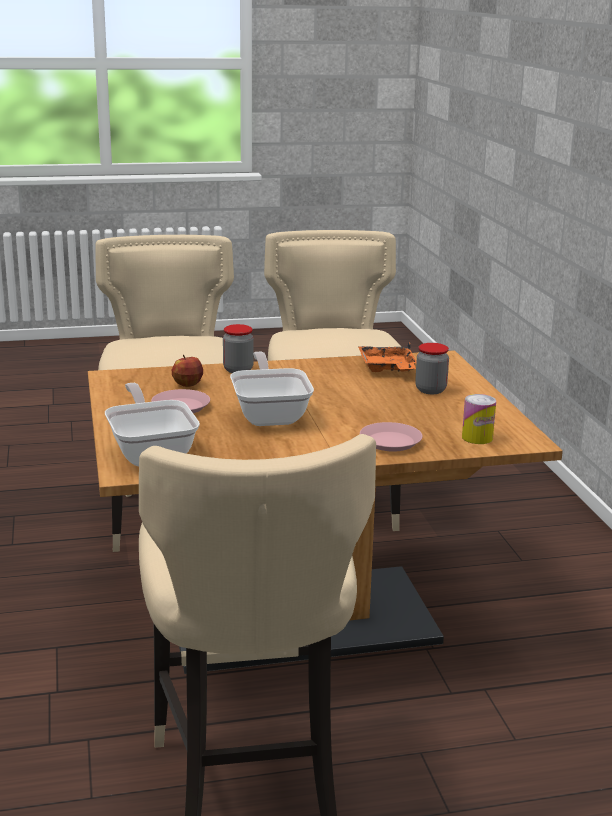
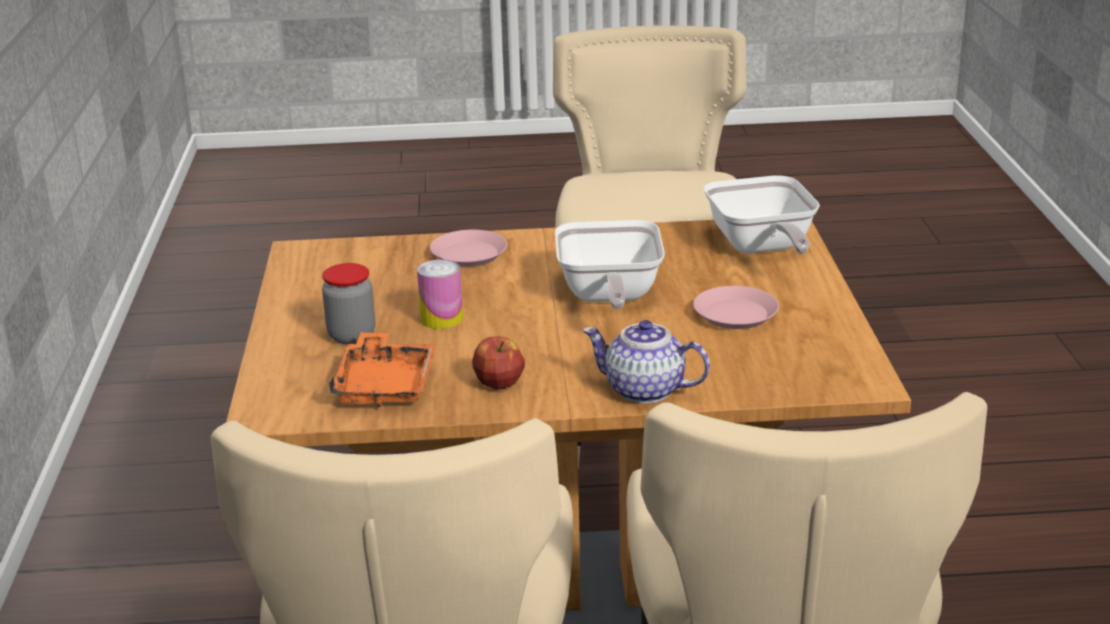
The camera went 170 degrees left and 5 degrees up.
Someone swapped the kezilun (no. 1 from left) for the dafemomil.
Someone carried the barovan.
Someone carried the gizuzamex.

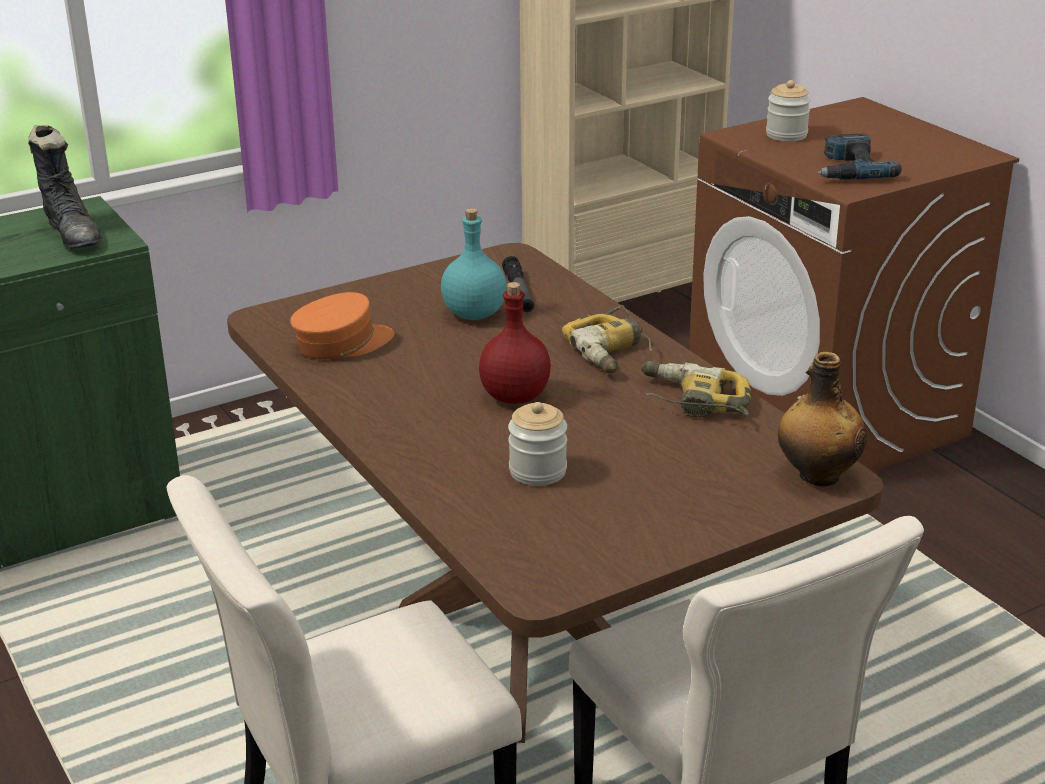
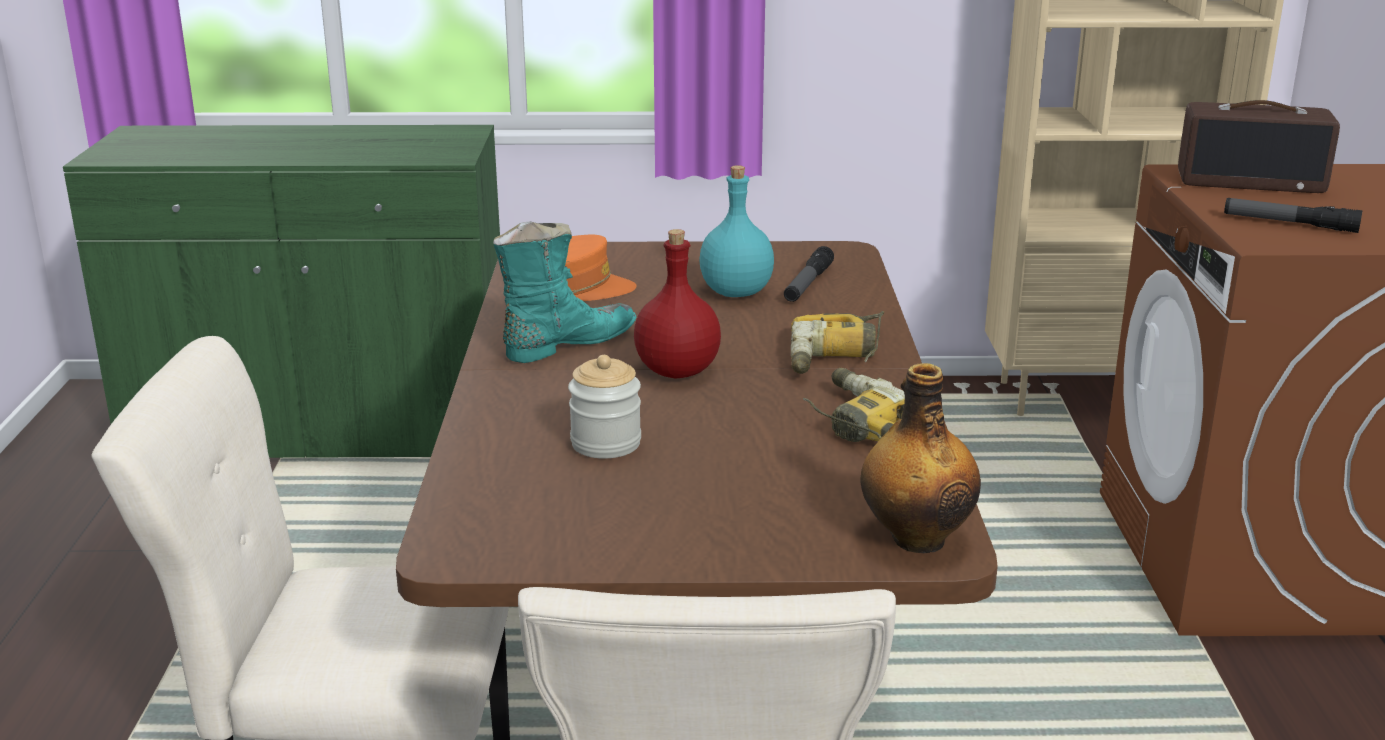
The camera went 30 degrees right and 5 degrees down.
Someone swapped the kezilun (no. 2 from left) for the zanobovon.
Someone took away the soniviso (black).
Someone swapped the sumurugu (no. 3 from left) for the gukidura (no. 2 from left).
Someone put down the soniviso (turquoise).

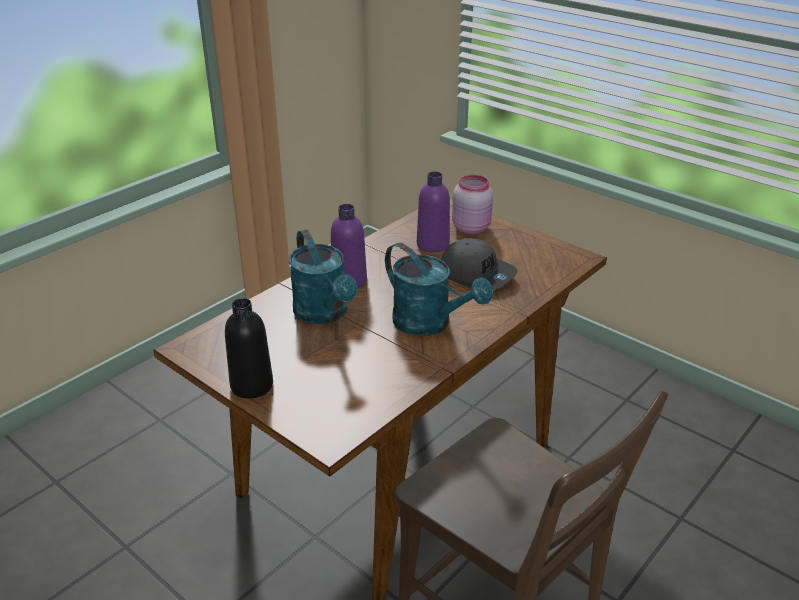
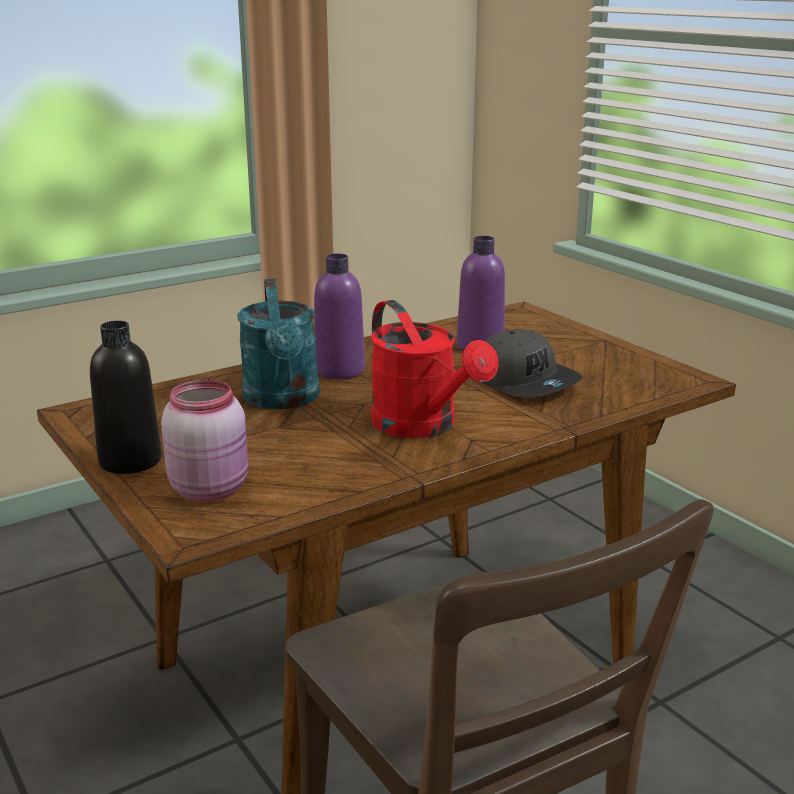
The camera went 15 degrees right and 10 degrees down.
Someone carried the kezilun (pink).
Someone repainted the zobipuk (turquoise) (no. 2 from left), which became the zobipuk (red).

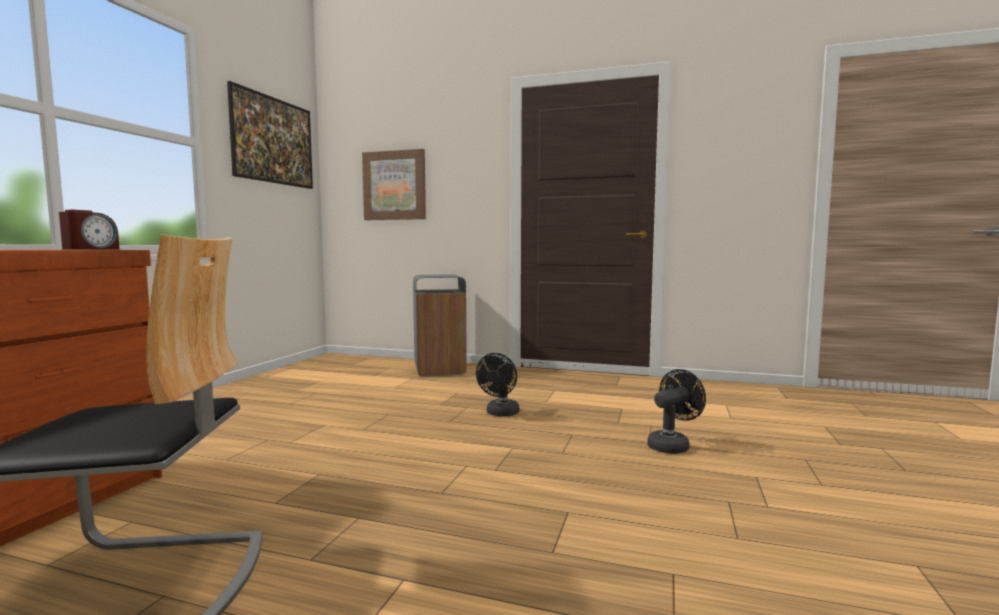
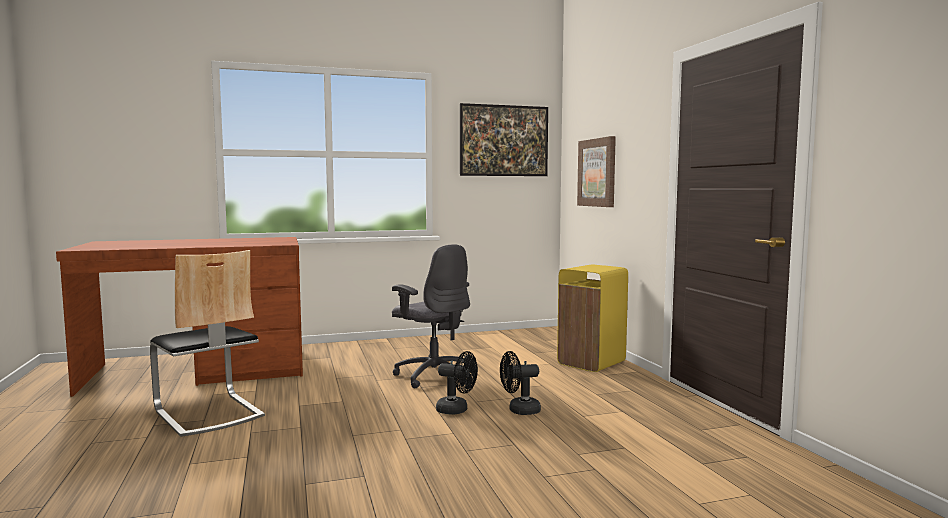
The camera went 55 degrees right and 0 degrees up.
Someone took away the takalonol.
Someone repainted the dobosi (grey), which became the dobosi (yellow).
Someone carried the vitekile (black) (no. 2 from left in the first image).
Someone put down the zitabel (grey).

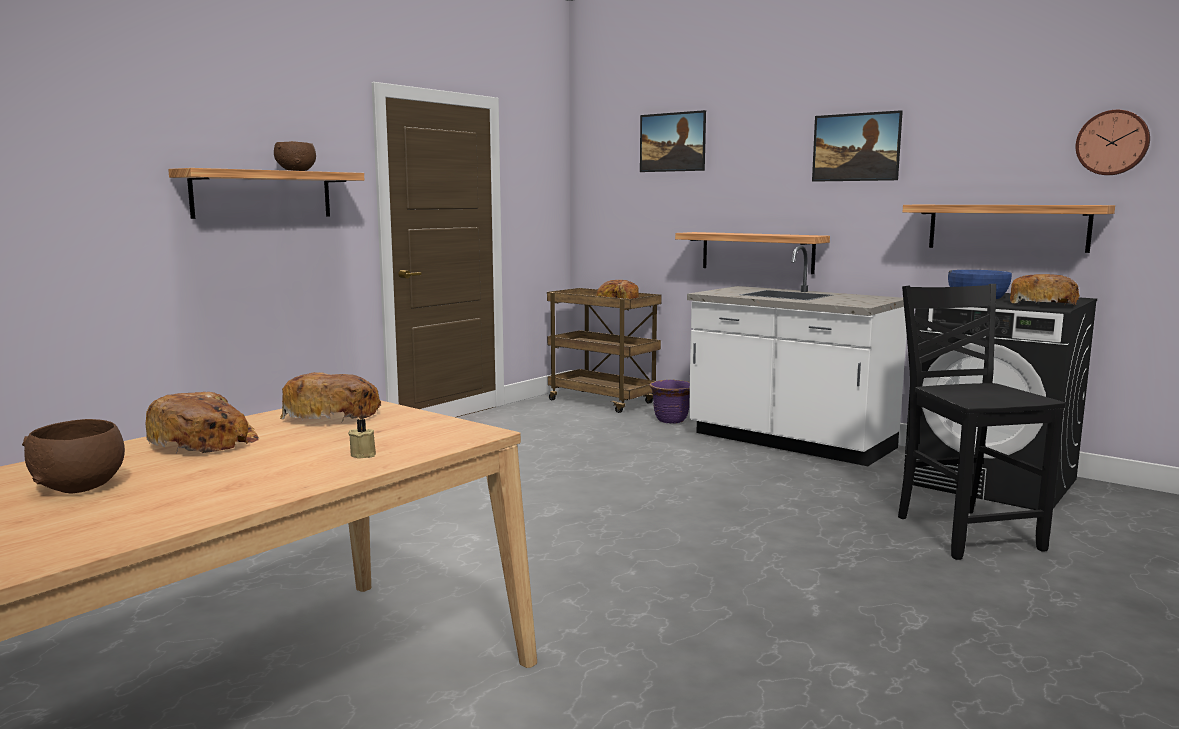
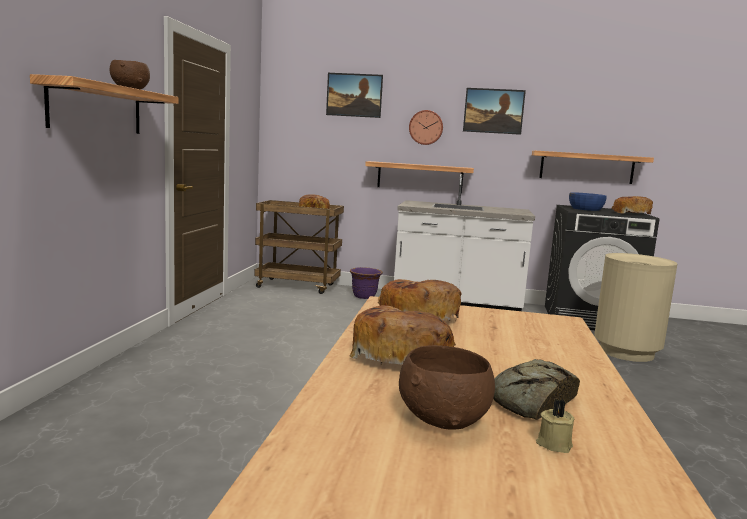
The camera went 30 degrees left and 0 degrees up.
Someone carried the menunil.
Someone swapped the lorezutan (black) for the dobosi (beige).
Someone carried the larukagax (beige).
Someone put down the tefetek (no. 4 from left).

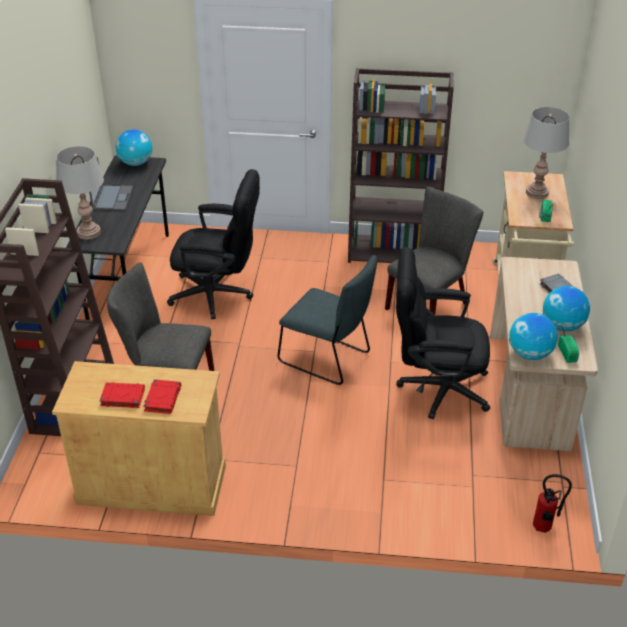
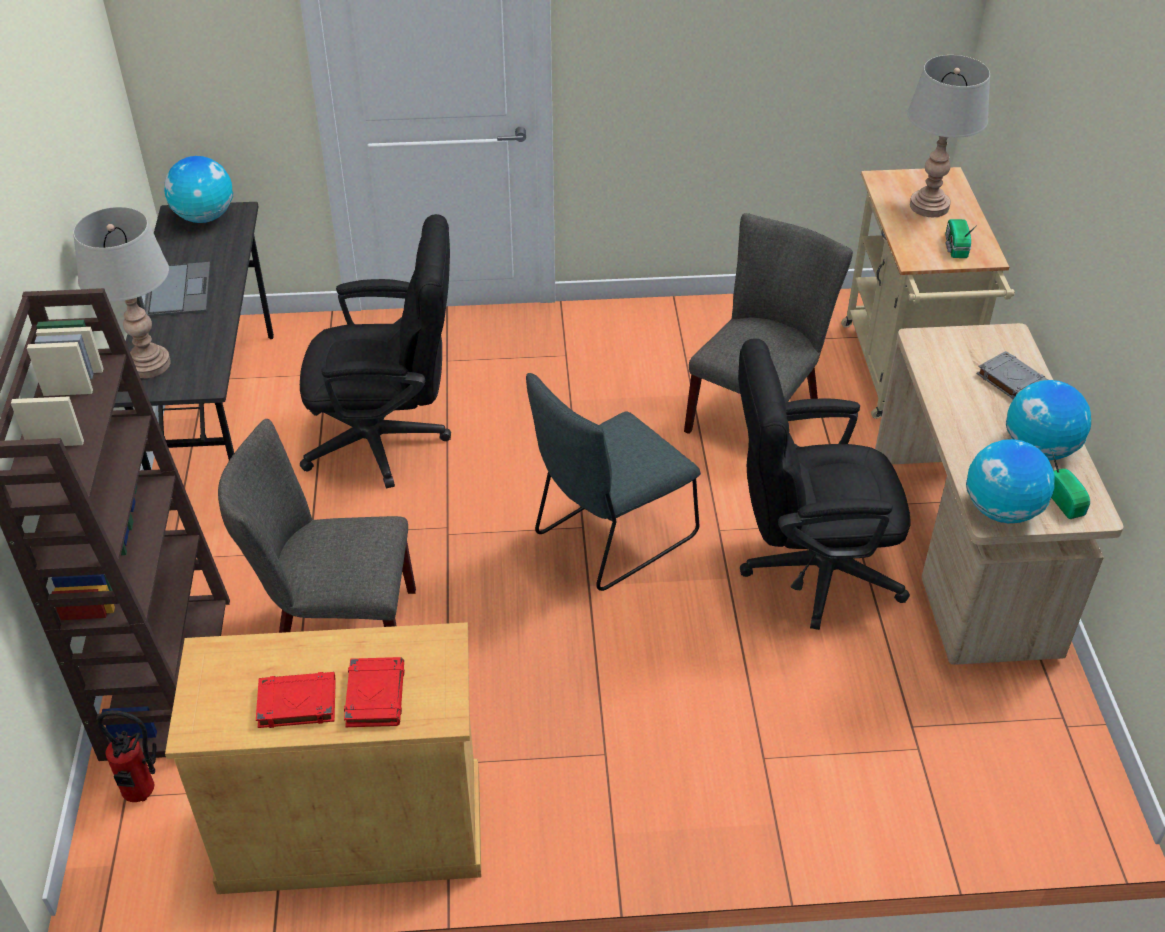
The camera went 10 degrees left and 5 degrees up.
Someone took away the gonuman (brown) (no. 2 from left).
Someone rotated the lorezutan (grey) (no. 2 from left) by 120 degrees clockwise.
Someone carried the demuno.

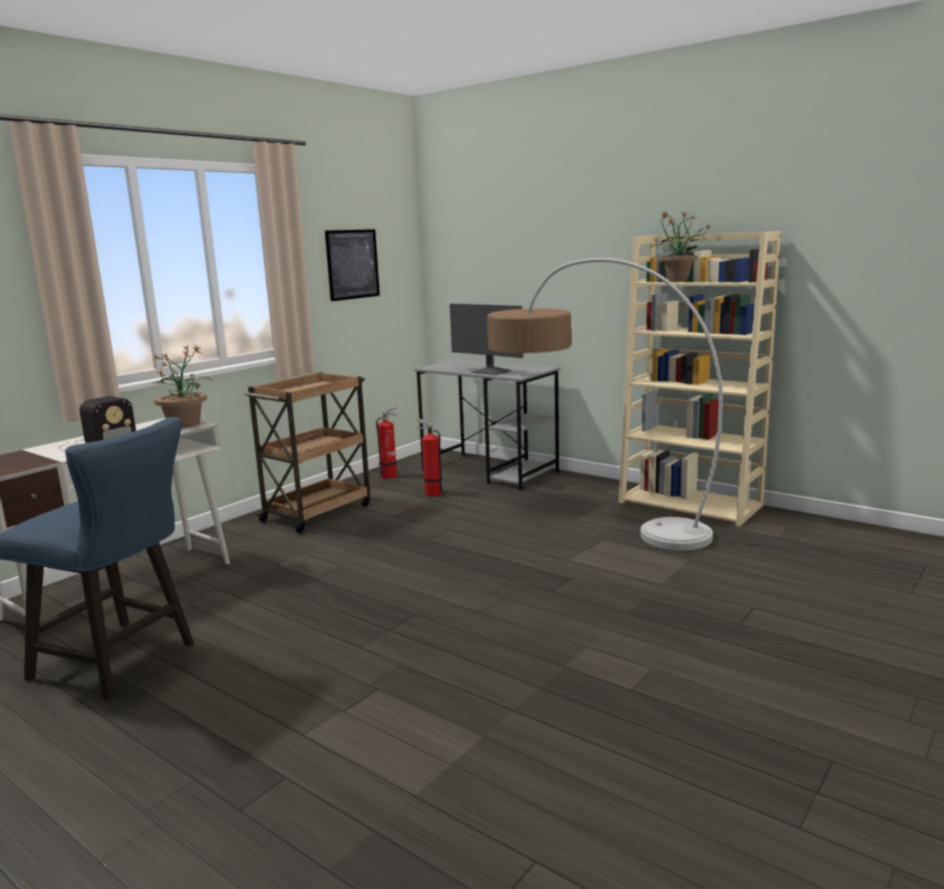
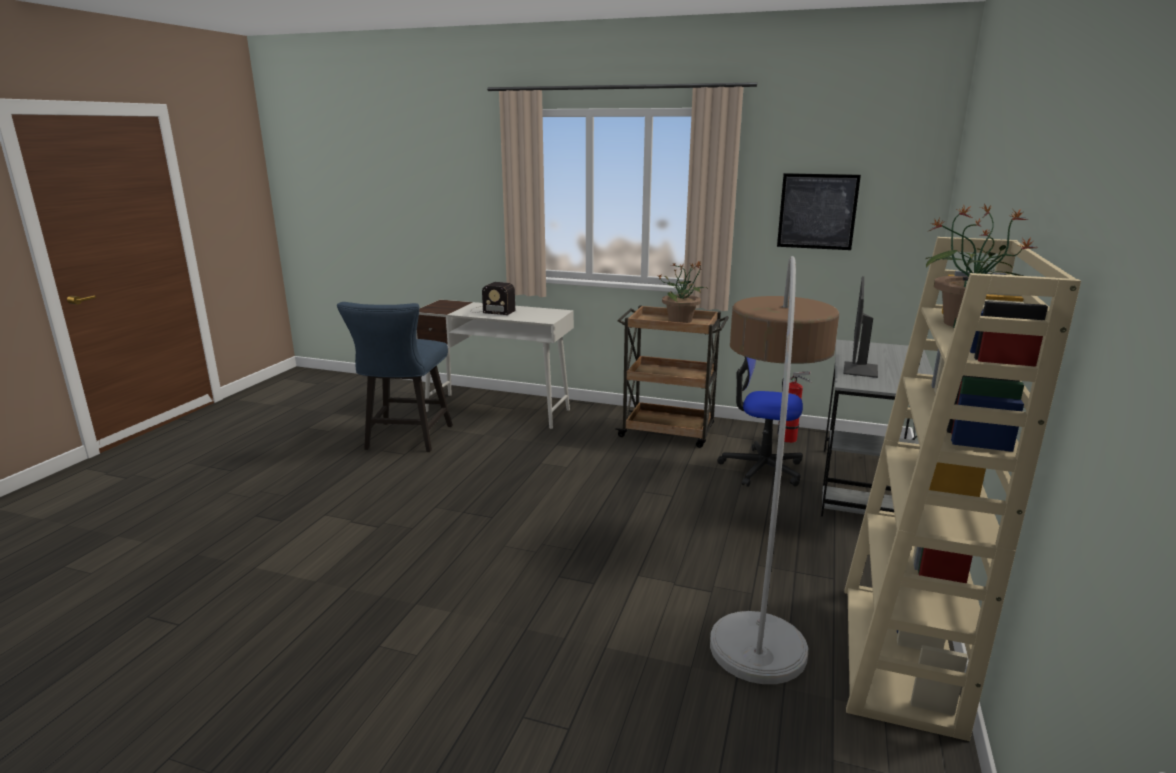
The camera went 70 degrees right and 5 degrees up.
Someone carried the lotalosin (no. 1 from left).
Someone swapped the demuno (no. 2 from left) for the zitabel.

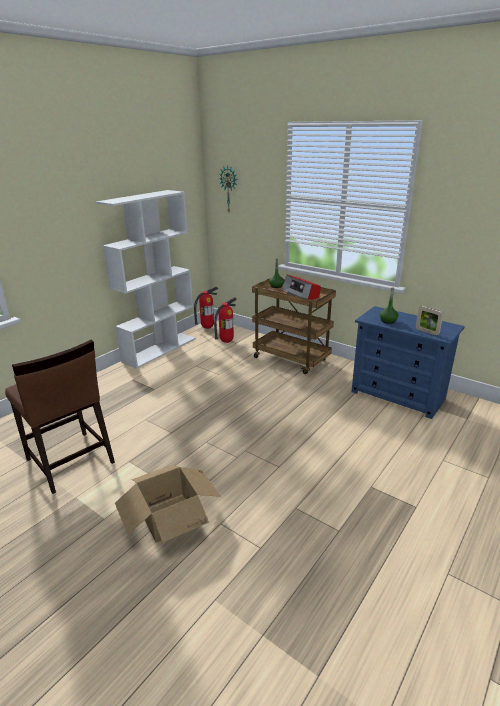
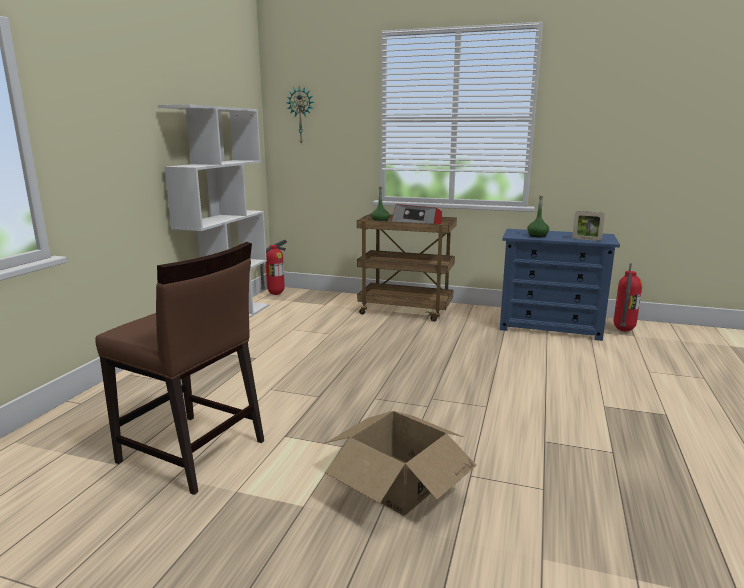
The camera went 20 degrees left and 10 degrees down.
Someone carried the demuno (no. 2 from left).

